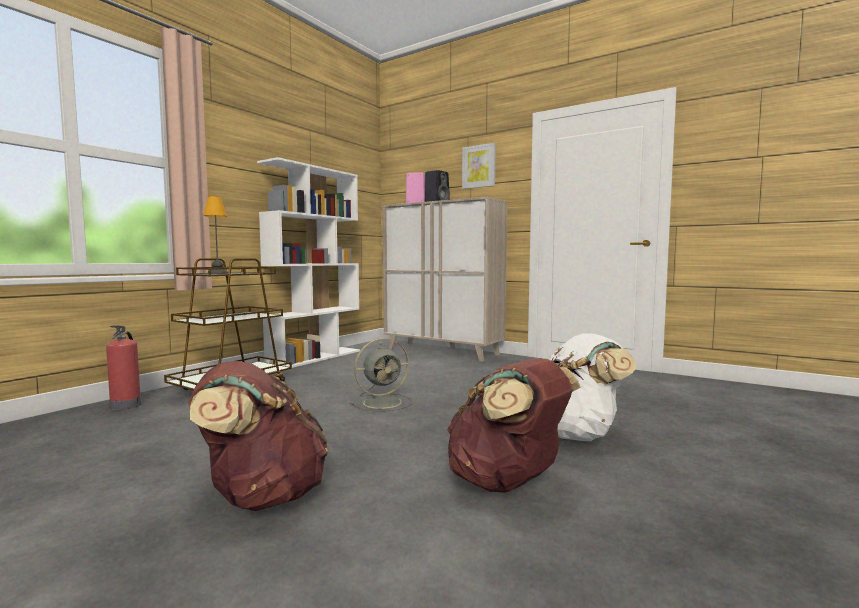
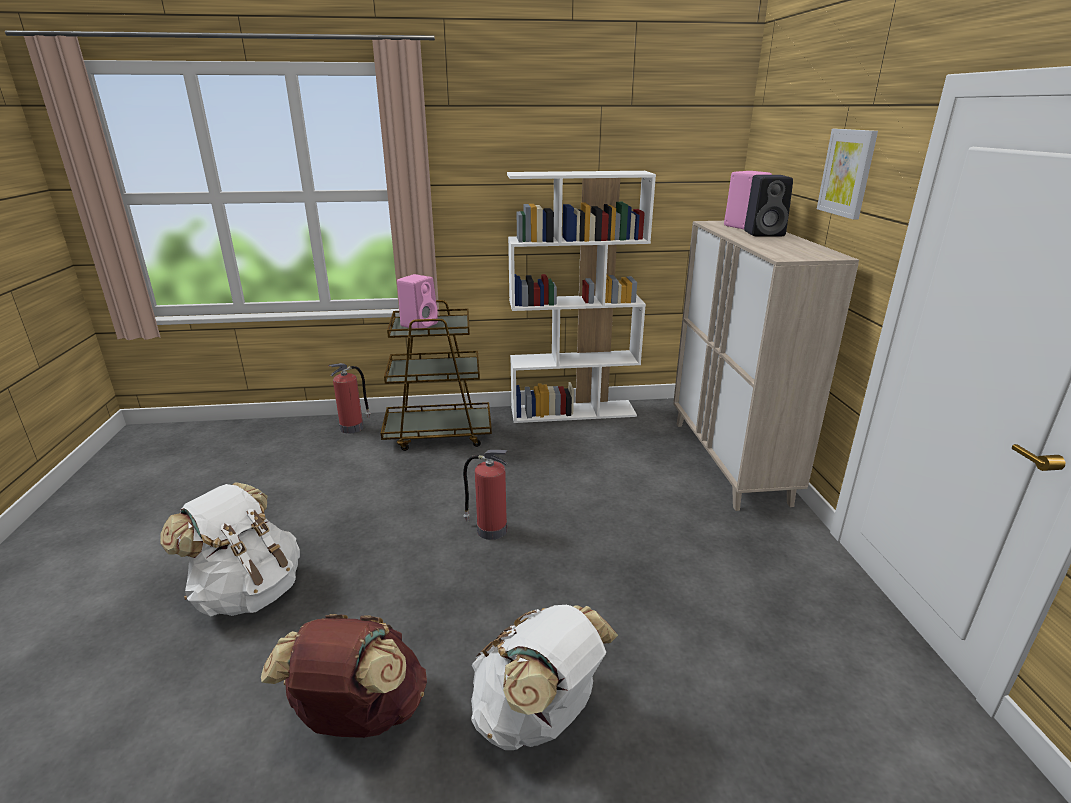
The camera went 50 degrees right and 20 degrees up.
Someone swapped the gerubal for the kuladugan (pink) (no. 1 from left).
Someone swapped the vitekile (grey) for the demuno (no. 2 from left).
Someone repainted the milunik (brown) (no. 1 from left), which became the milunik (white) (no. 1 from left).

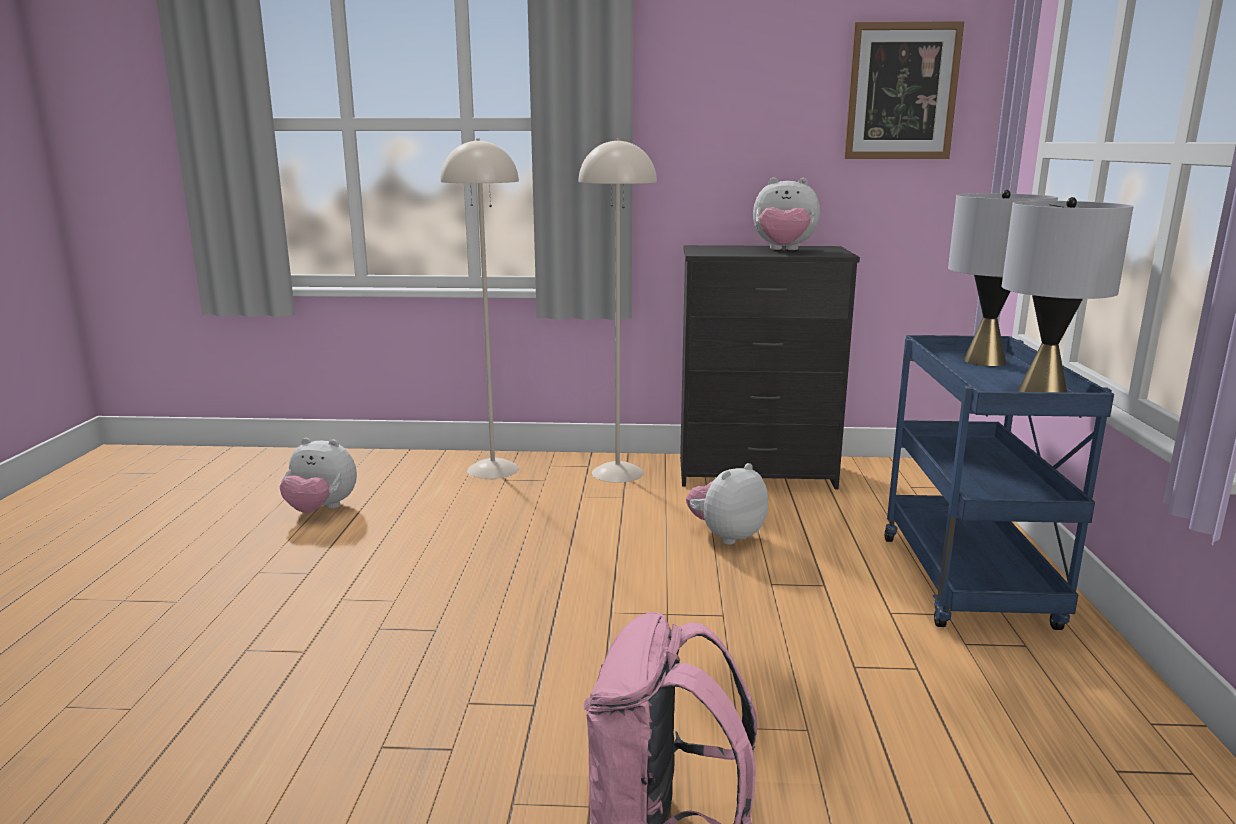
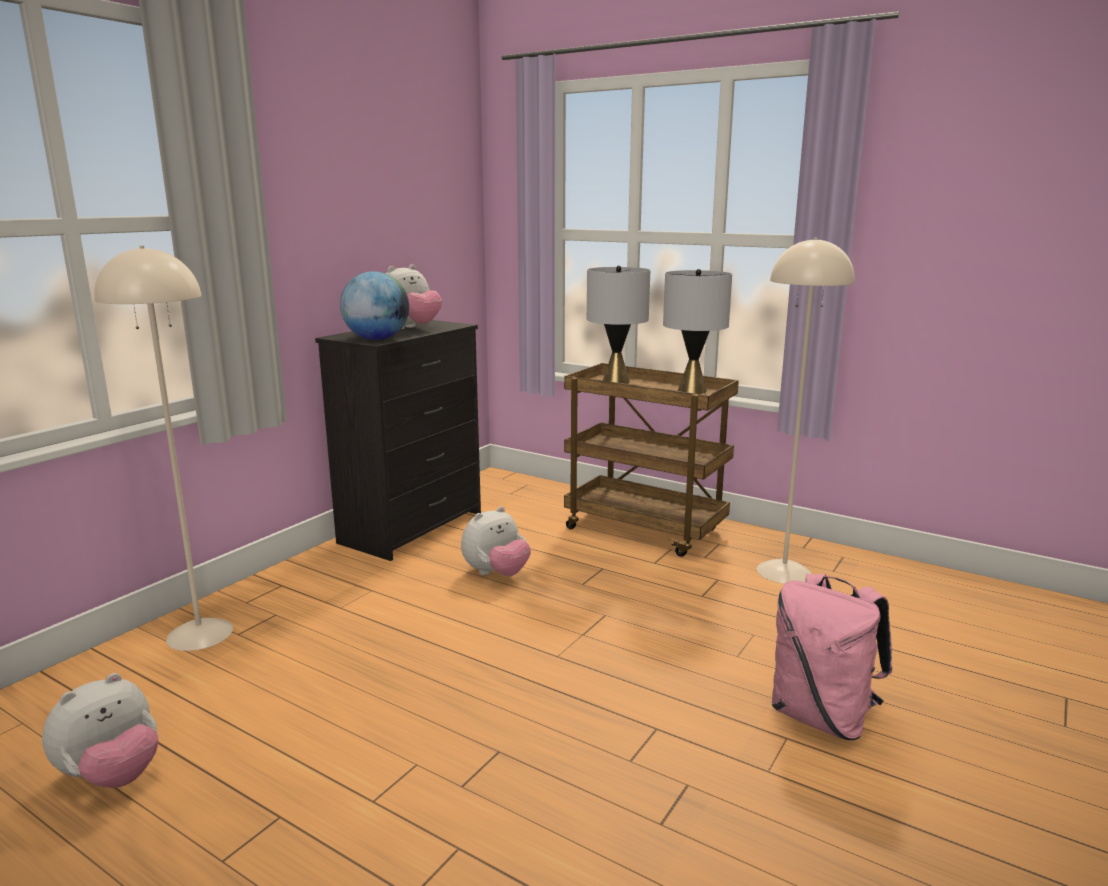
The camera went 60 degrees left and 0 degrees up.
Someone took away the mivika.
Someone carried the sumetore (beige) (no. 2 from left).
Someone repainted the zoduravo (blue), which became the zoduravo (brown).
Someone rotated the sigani (no. 2 from left in the first image) by 120 degrees counterclockwise.
Someone put down the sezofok.

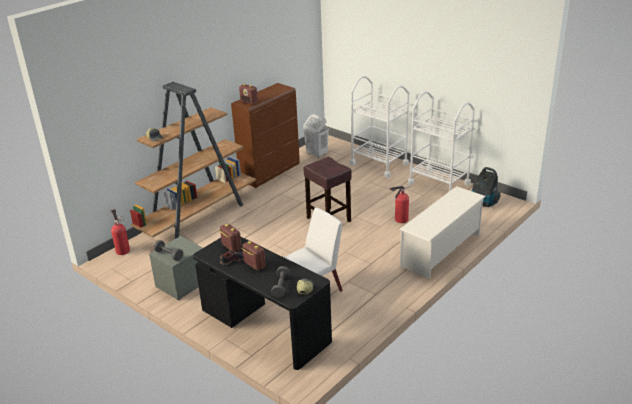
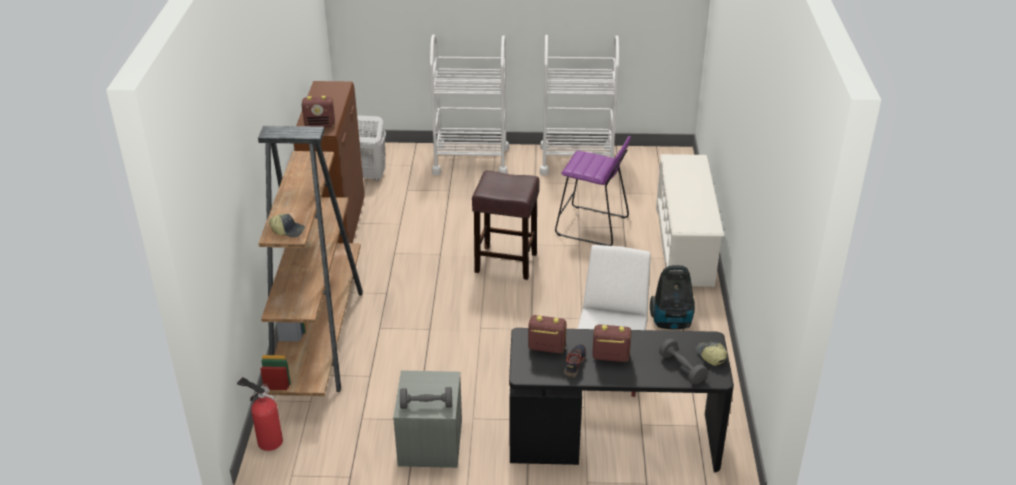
The camera went 40 degrees left and 5 degrees up.
Someone carried the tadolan.
Someone swapped the demuno (no. 2 from left) for the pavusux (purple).

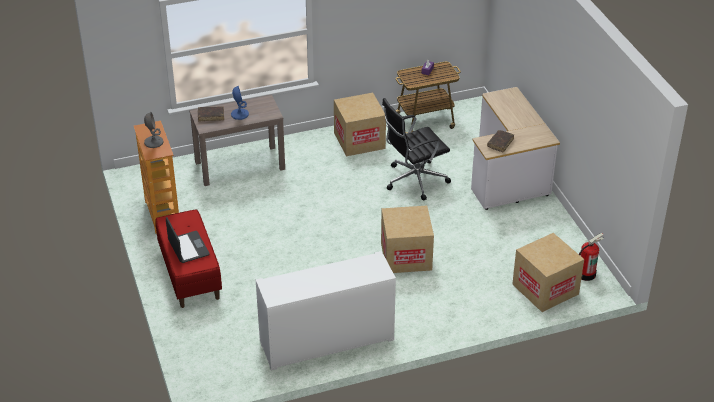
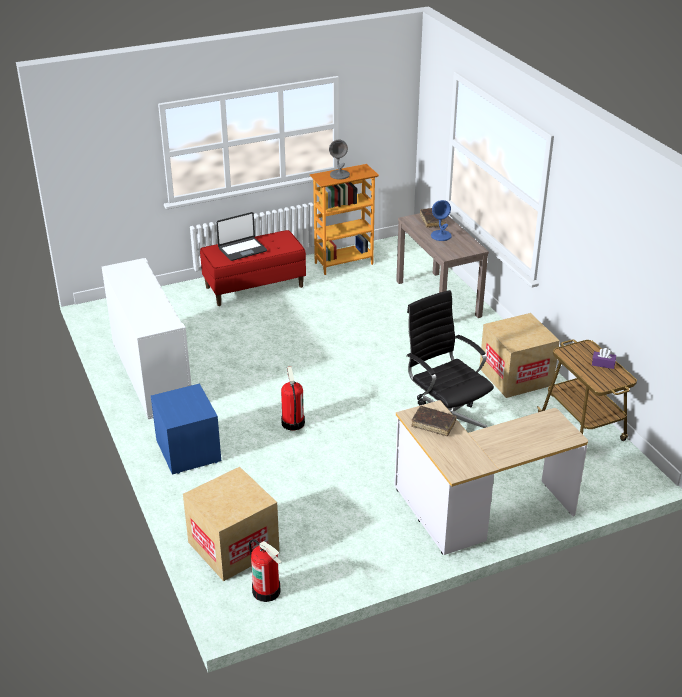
The camera went 85 degrees right and 5 degrees down.
Someone swapped the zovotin (no. 2 from left) for the demuno (no. 2 from left).
Someone put down the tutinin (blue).

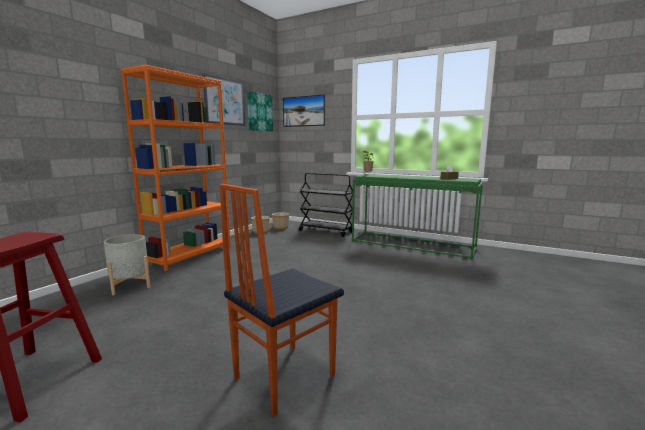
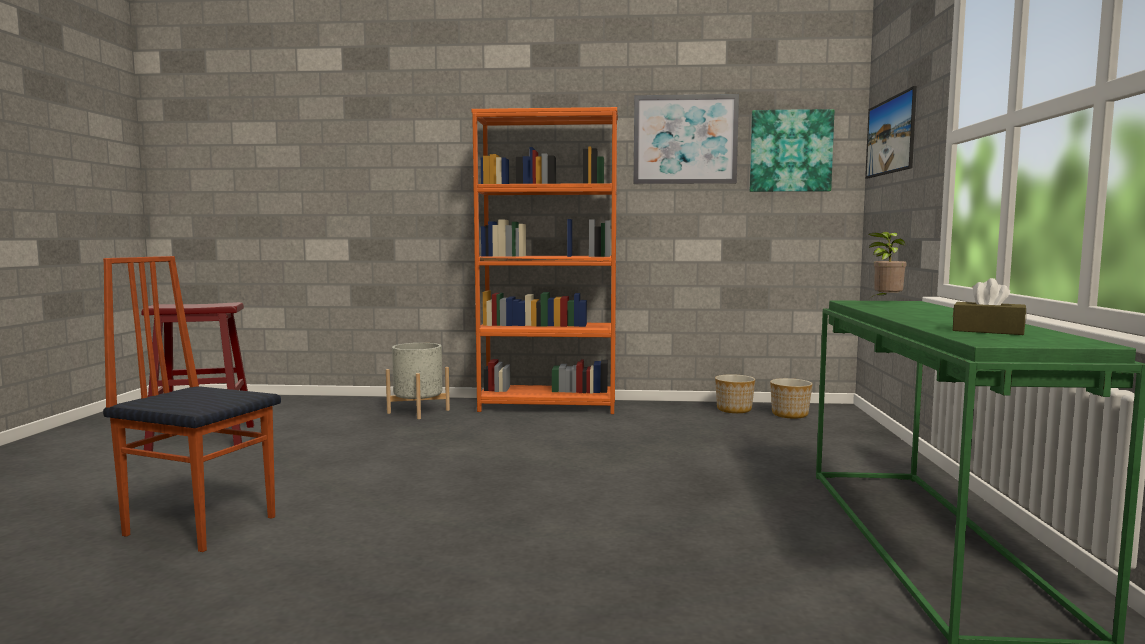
The camera went 65 degrees right and 5 degrees down.
Someone took away the zoduravo (black).

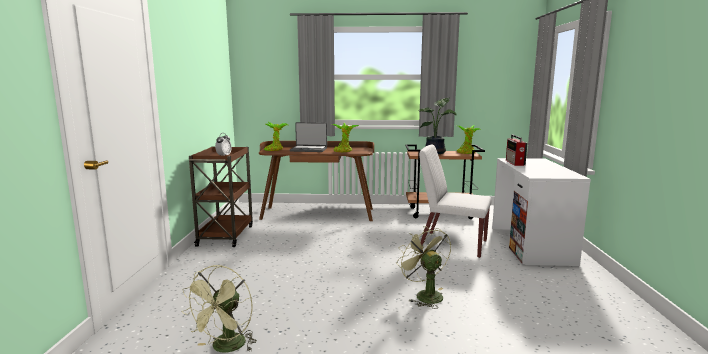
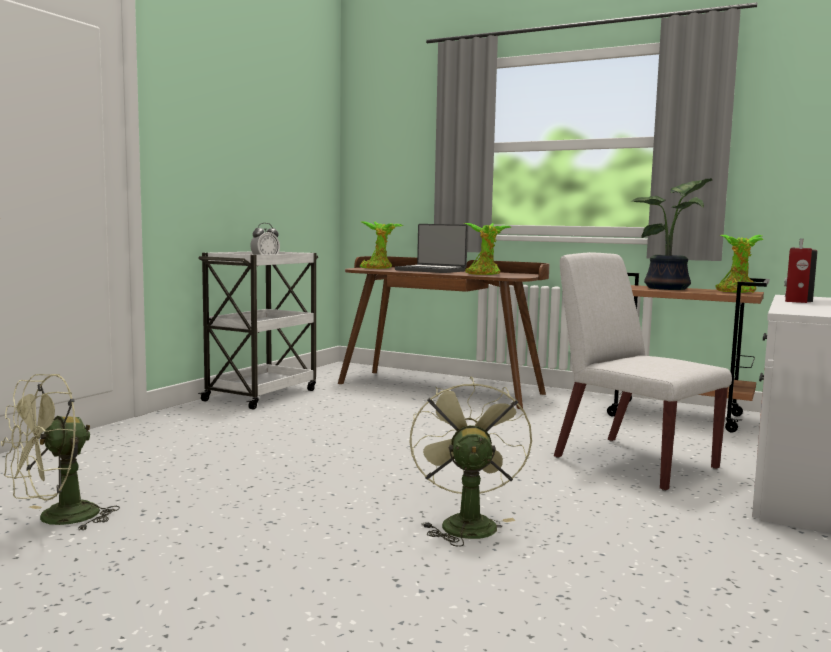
The camera went 25 degrees right and 5 degrees down.
Someone repainted the zoduravo (brown) (no. 1 from left), which became the zoduravo (white).

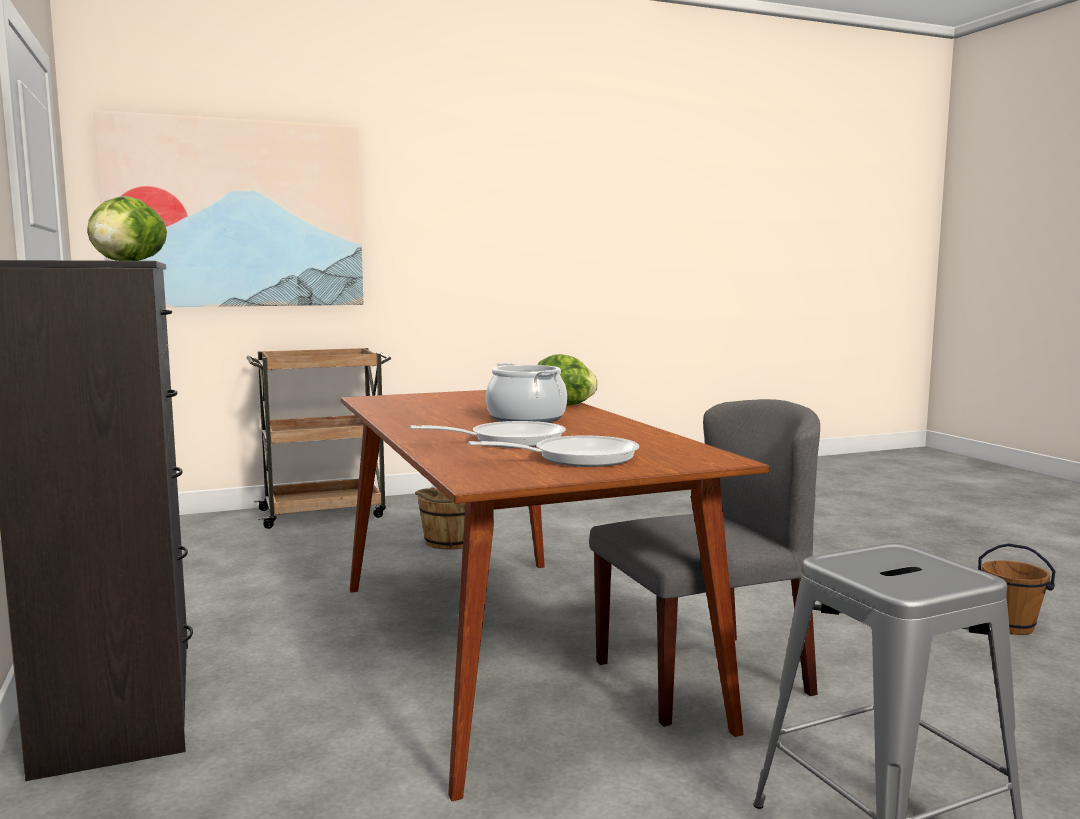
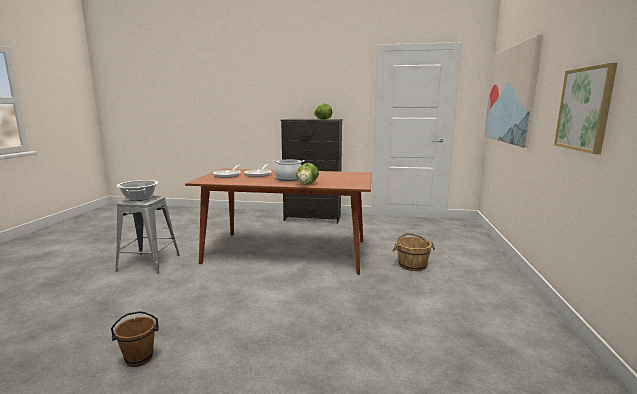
The camera went 120 degrees right and 5 degrees up.
Someone took away the zoduravo (brown).
Someone took away the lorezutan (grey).
Someone put up the mivika (no. 2 from left).
Someone put down the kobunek (no. 1 from left).

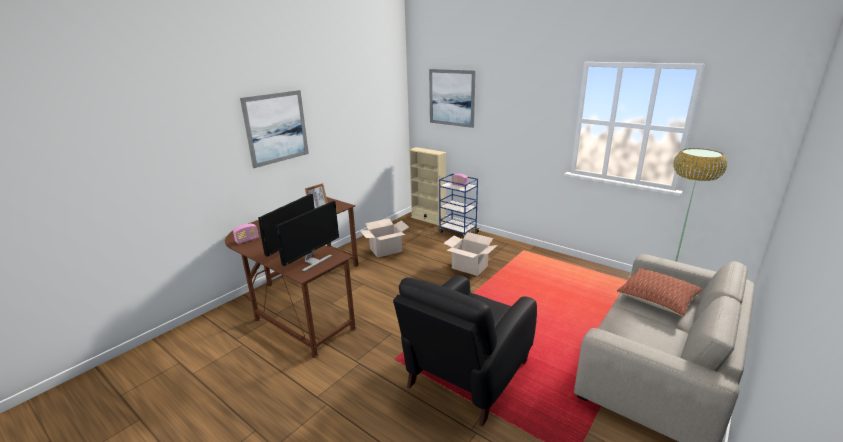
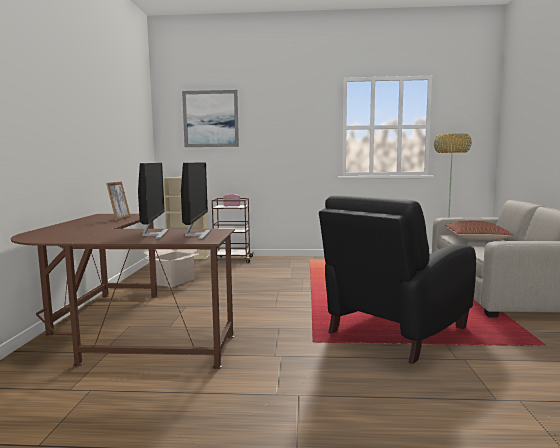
The camera went 35 degrees left and 15 degrees down.
Someone took away the mivika (no. 1 from left).
Someone repainted the zoduravo (blue), which became the zoduravo (brown).
Someone took away the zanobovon (no. 1 from left).
Someone took away the zovotin (no. 2 from left).
Someone rotated the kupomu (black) by 45 degrees clockwise.

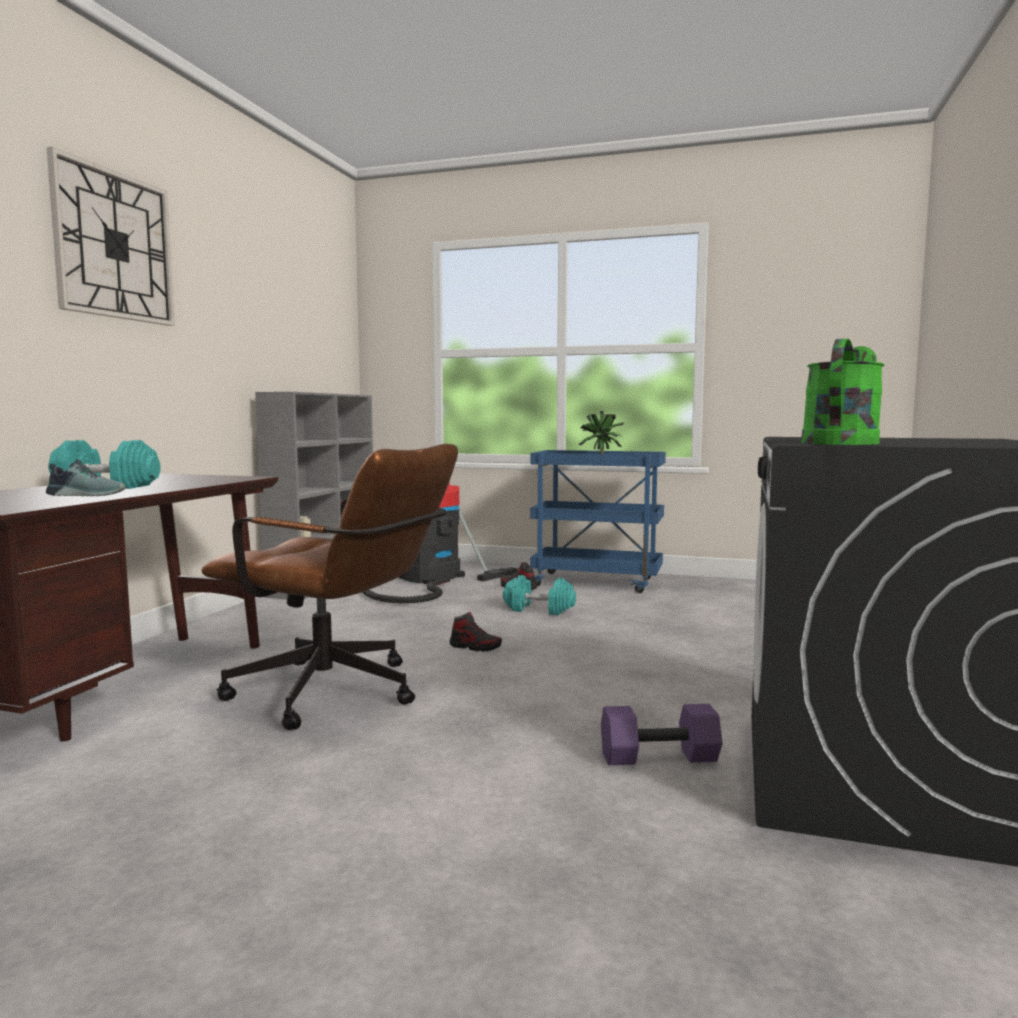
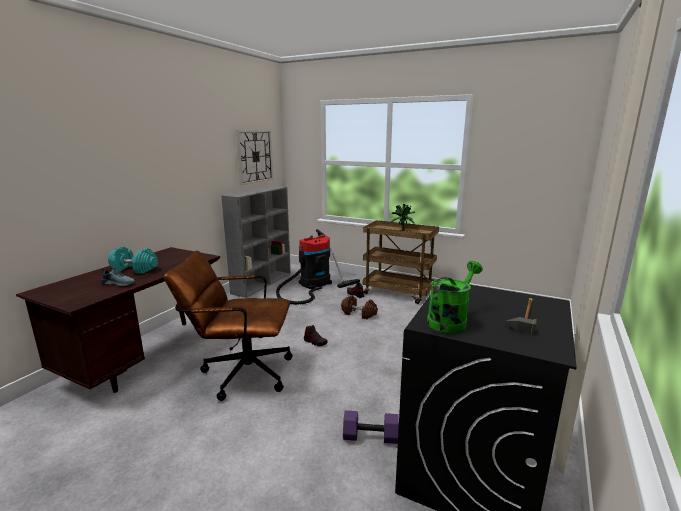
The camera went 10 degrees right and 10 degrees up.
Someone carried the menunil.
Someone rotated the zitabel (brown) by 150 degrees clockwise.
Someone repainted the zoduravo (blue), which became the zoduravo (brown).
Someone repainted the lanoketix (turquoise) (no. 2 from left), which became the lanoketix (brown).
Someone put down the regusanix.

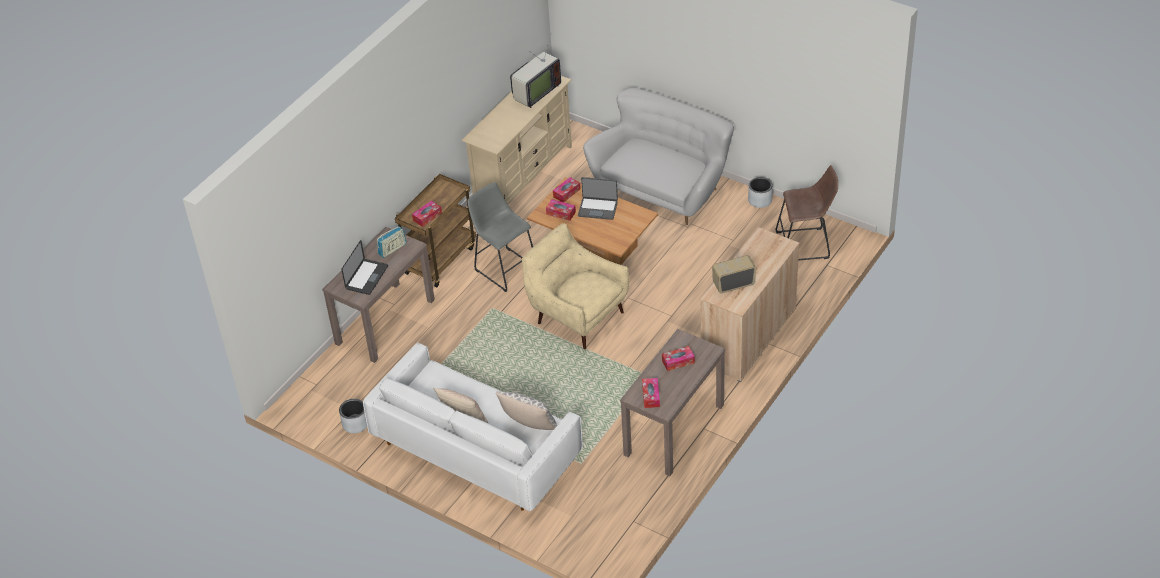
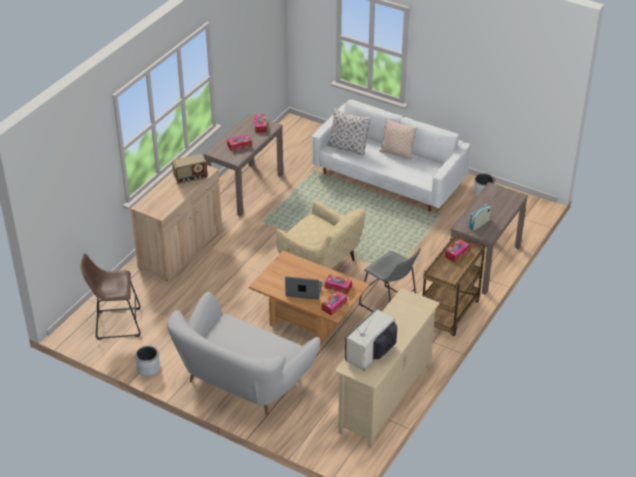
The camera went 175 degrees right and 5 degrees down.
Someone took away the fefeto (no. 1 from left).

